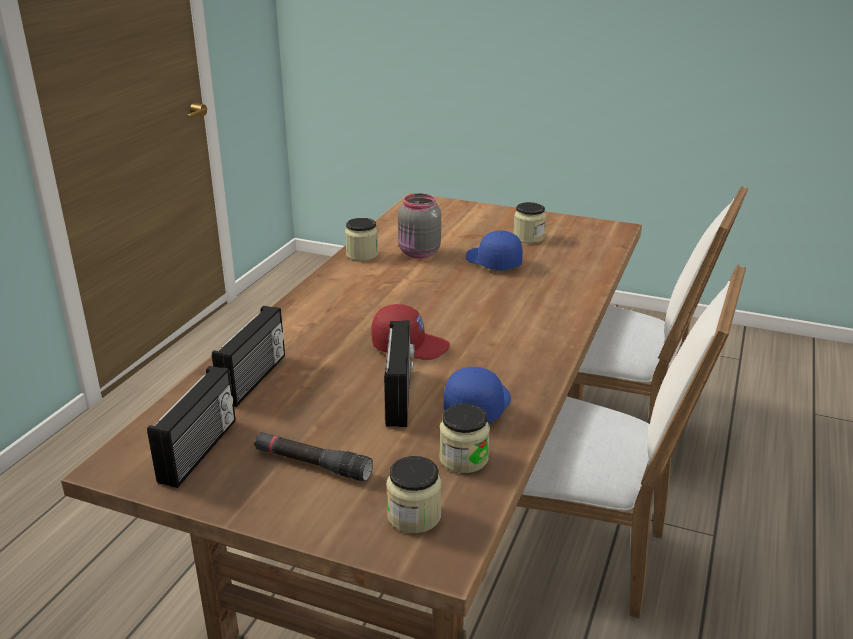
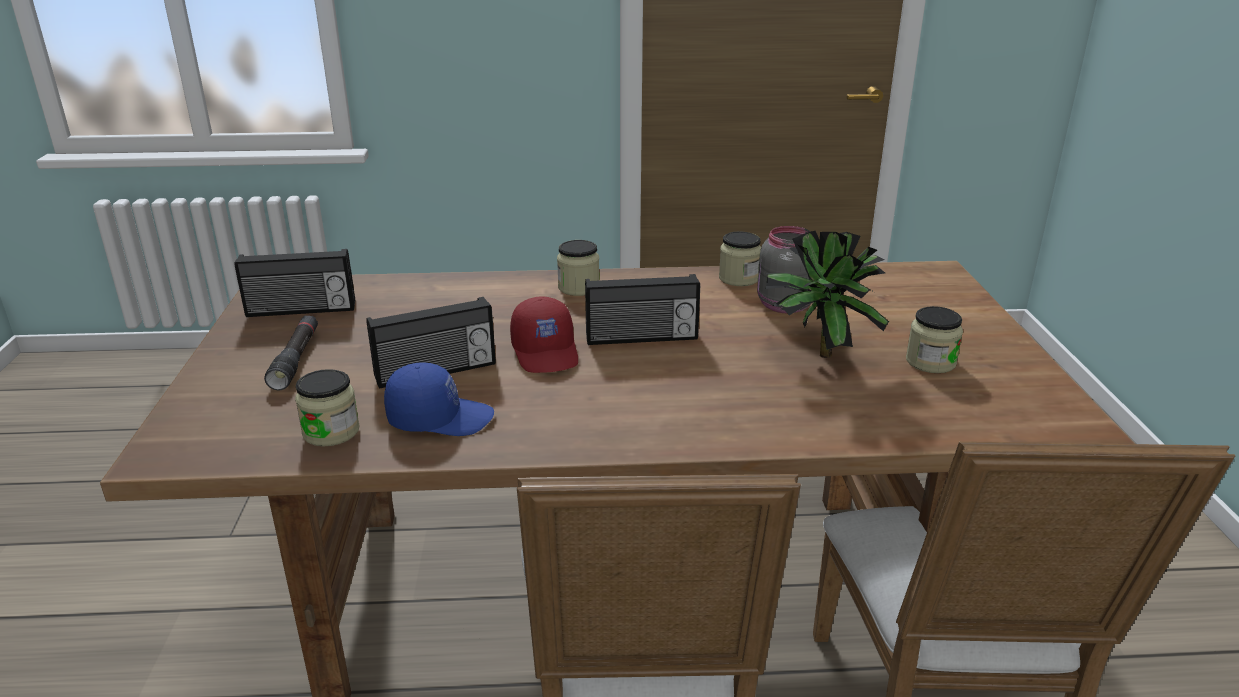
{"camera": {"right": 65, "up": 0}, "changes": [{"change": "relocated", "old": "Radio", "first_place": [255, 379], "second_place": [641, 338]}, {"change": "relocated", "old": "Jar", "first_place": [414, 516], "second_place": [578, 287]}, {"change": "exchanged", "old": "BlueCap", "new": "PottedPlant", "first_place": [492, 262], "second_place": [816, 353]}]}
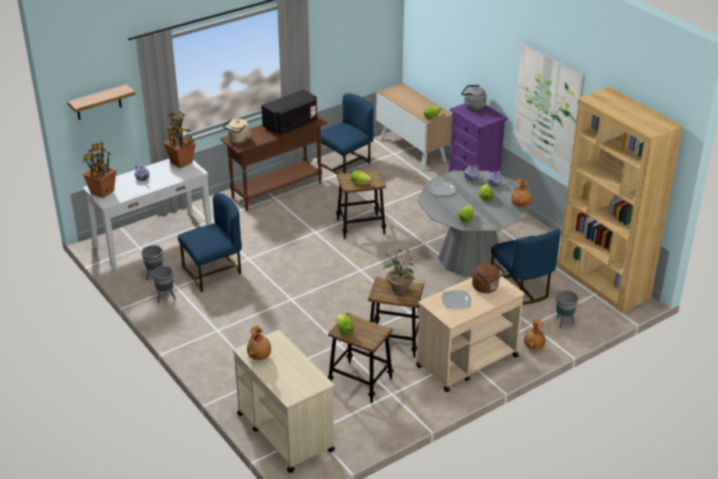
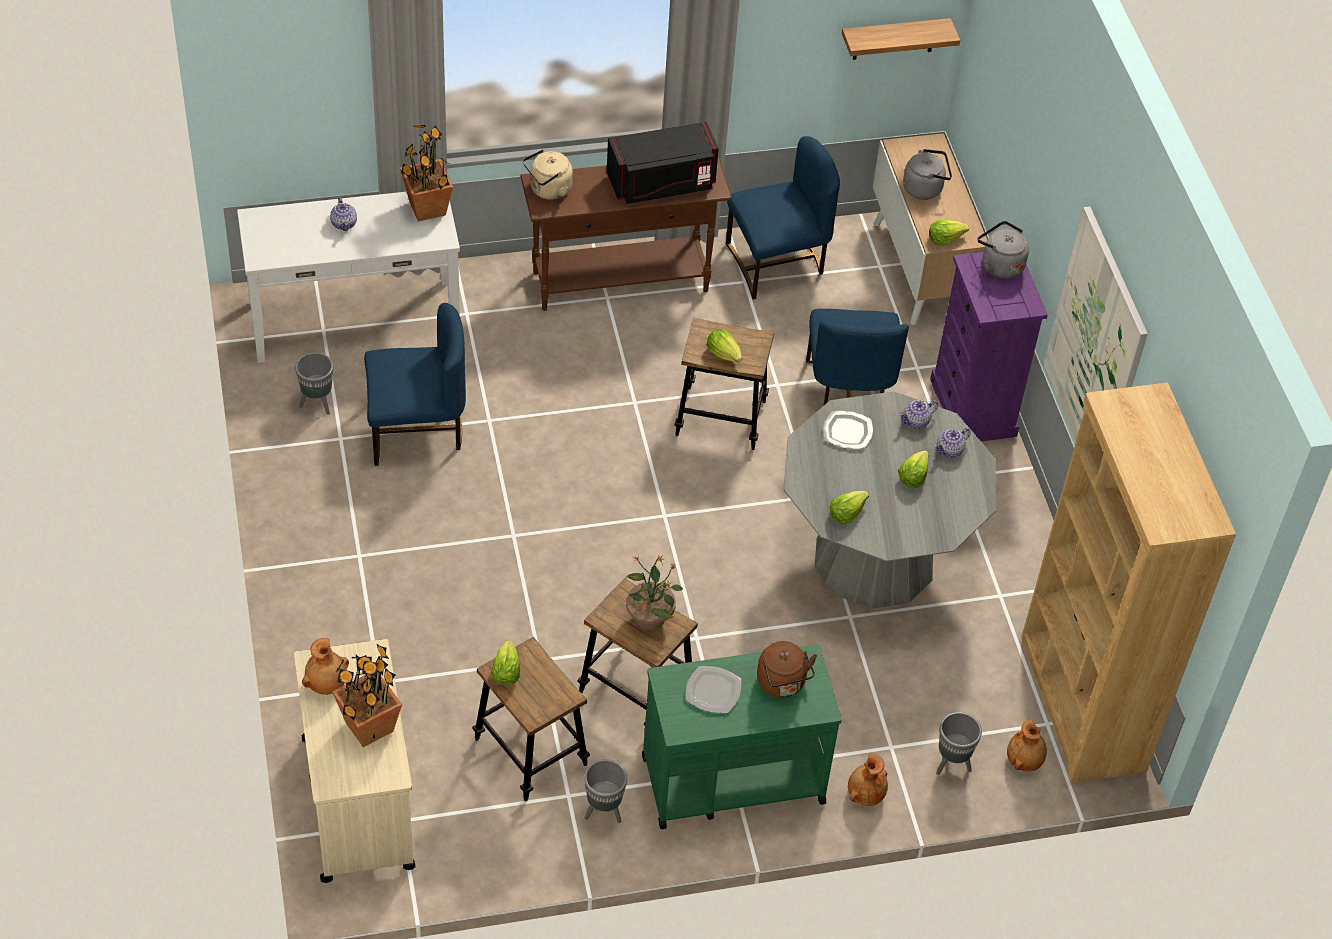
{"camera": {"right": 20, "up": 15}, "changes": [{"change": "relocated", "old": "Shelf", "first_place": [98, 102], "second_place": [894, 39]}, {"change": "relocated", "old": "PottedPlant", "first_place": [102, 192], "second_place": [368, 726]}, {"change": "relocated", "old": "GreyPlanter", "first_place": [165, 298], "second_place": [603, 812]}, {"change": "colour", "old": "BeigeCart", "new": "GreenCart", "first_place": [466, 361], "second_place": [731, 779]}, {"change": "relocated", "old": "BlueChair", "first_place": [521, 288], "second_place": [847, 393]}, {"change": "relocated", "old": "BrownVase", "first_place": [521, 205], "second_place": [1024, 761]}, {"change": "appeared", "new": "GreyKettle", "second_place": [925, 188]}]}
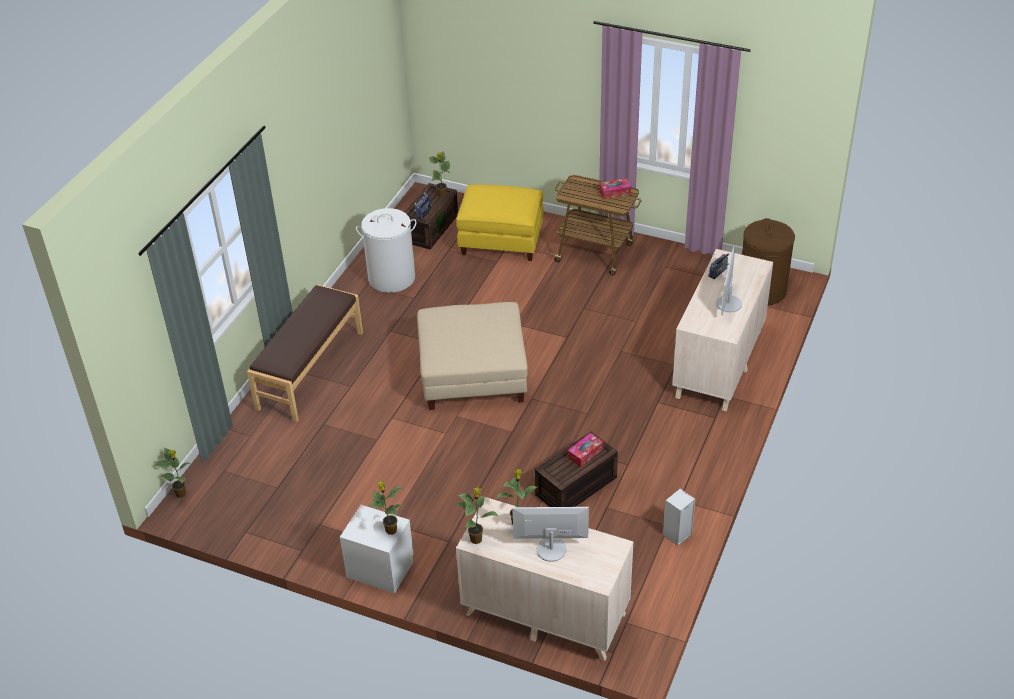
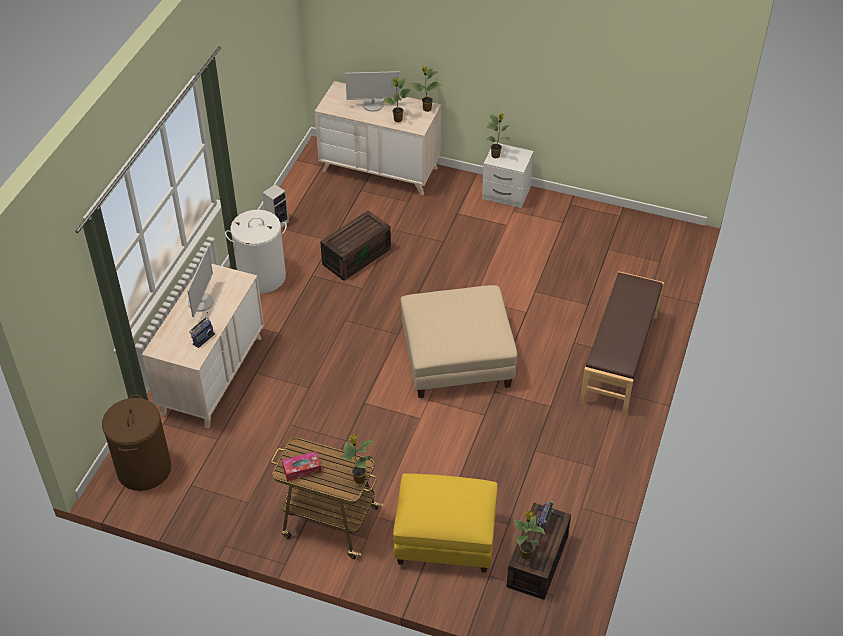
{"camera": {"right": 175, "up": 5}, "changes": [{"change": "relocated", "old": "PottedPlant", "first_place": [181, 494], "second_place": [358, 479]}, {"change": "relocated", "old": "WhiteLaundryBasket", "first_place": [392, 278], "second_place": [262, 277]}, {"change": "missing", "old": "TissueBox", "first_place": [585, 453]}]}
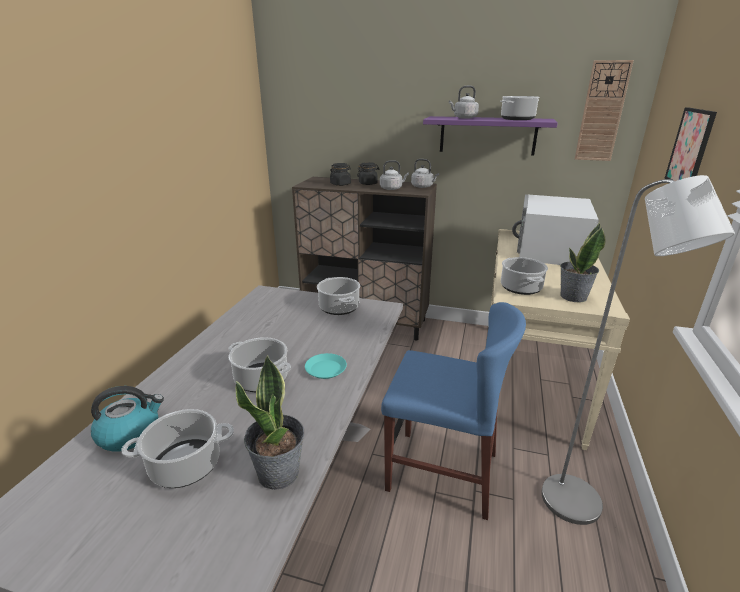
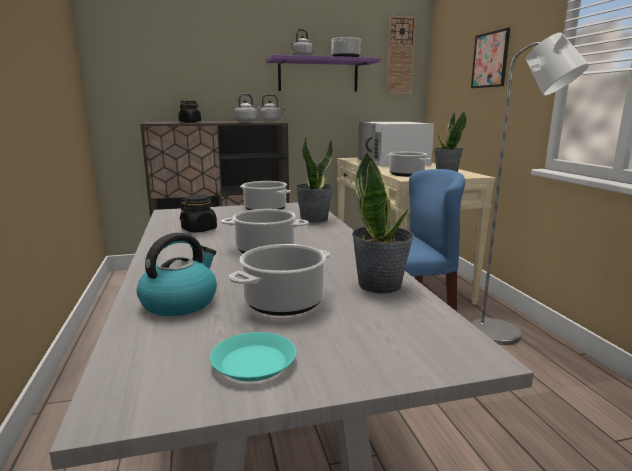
{"camera": {"right": -30, "up": -10}, "changes": [{"change": "relocated", "old": "TurquoisePlate", "first_place": [325, 369], "second_place": [254, 363]}, {"change": "relocated", "old": "BlackJar", "first_place": [368, 183], "second_place": [199, 229]}, {"change": "appeared", "new": "PottedPlant", "second_place": [314, 219]}]}
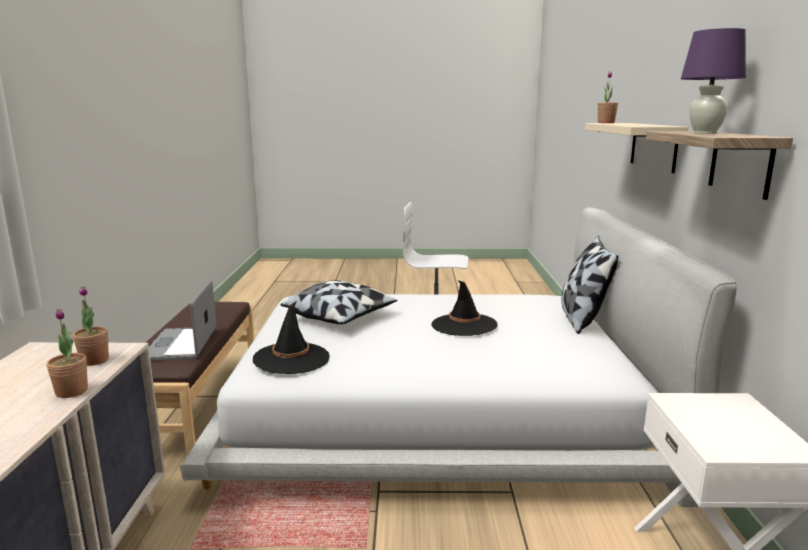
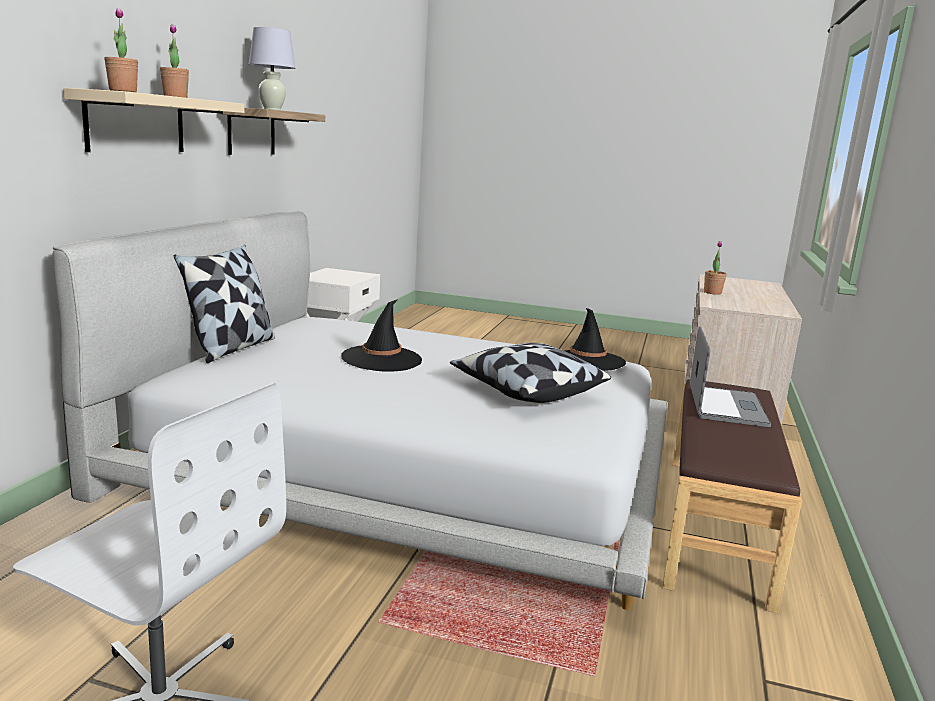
{"camera": {"right": -165, "up": 0}, "changes": [{"change": "relocated", "old": "PottedPlant", "first_place": [94, 360], "second_place": [175, 97]}, {"change": "colour", "old": "PurpleTableLamp", "new": "WhiteTableLamp", "first_place": [705, 133], "second_place": [272, 109]}]}
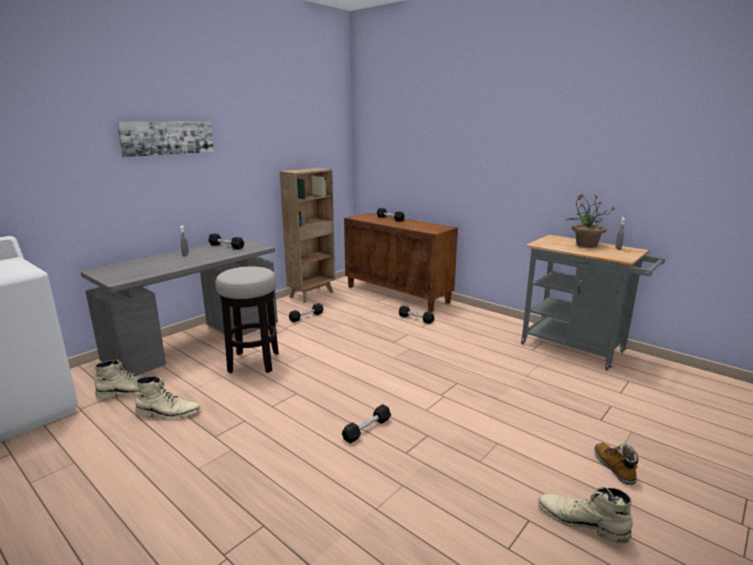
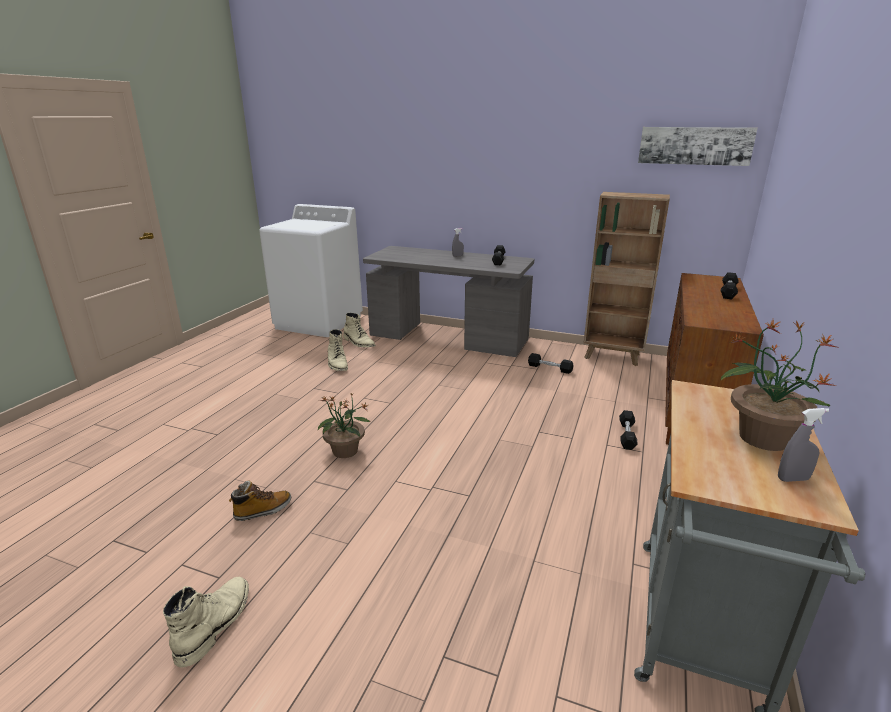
{"camera": {"right": 70, "up": 5}, "changes": [{"change": "relocated", "old": "Picture", "first_place": [167, 138], "second_place": [695, 145]}, {"change": "missing", "old": "Stool", "first_place": [253, 362]}, {"change": "exchanged", "old": "BlackDumbbell", "new": "PottedPlant", "first_place": [367, 429], "second_place": [345, 451]}, {"change": "relocated", "old": "Boot", "first_place": [614, 468], "second_place": [263, 510]}]}
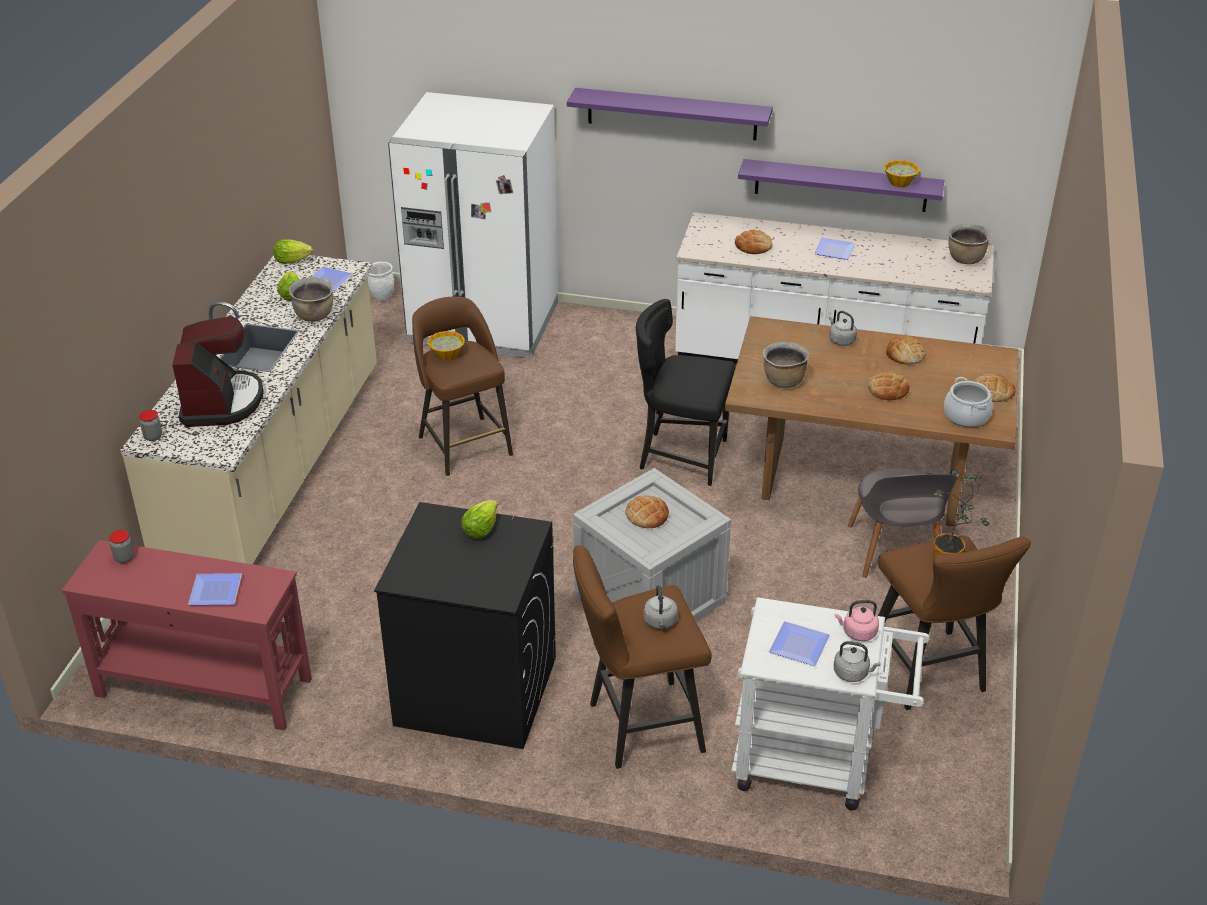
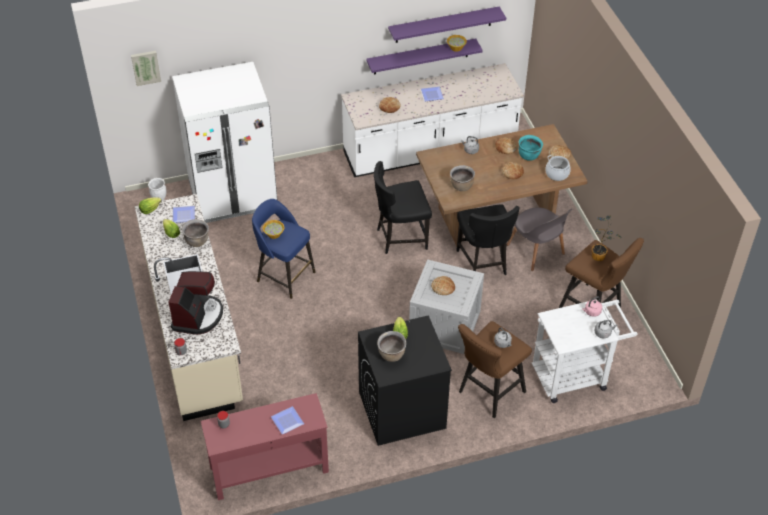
{"camera": {"right": -30, "up": 10}, "changes": [{"change": "spun", "old": "CoffeeMachine", "first_place": [221, 402], "second_place": [197, 316], "degrees": 45}, {"change": "colour", "old": "BrownStool", "new": "BlueStool", "first_place": [464, 444], "second_place": [284, 276]}, {"change": "relocated", "old": "PurpleShelf", "first_place": [672, 114], "second_place": [443, 25]}, {"change": "missing", "old": "Plate", "first_place": [798, 644]}, {"change": "relocated", "old": "BrownCookingPot", "first_place": [965, 259], "second_place": [391, 355]}, {"change": "appeared", "new": "Picture", "second_place": [145, 67]}, {"change": "appeared", "new": "BlackChair", "second_place": [483, 263]}, {"change": "appeared", "new": "TurquoiseCookingPot", "second_place": [529, 156]}]}
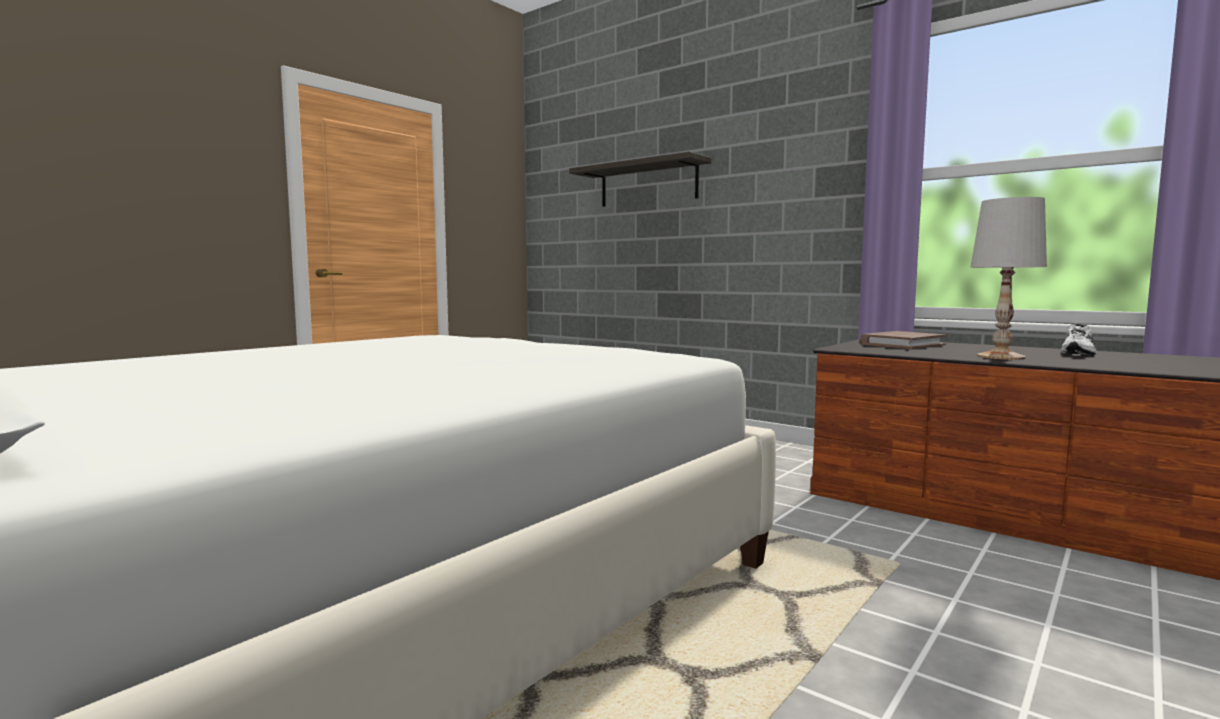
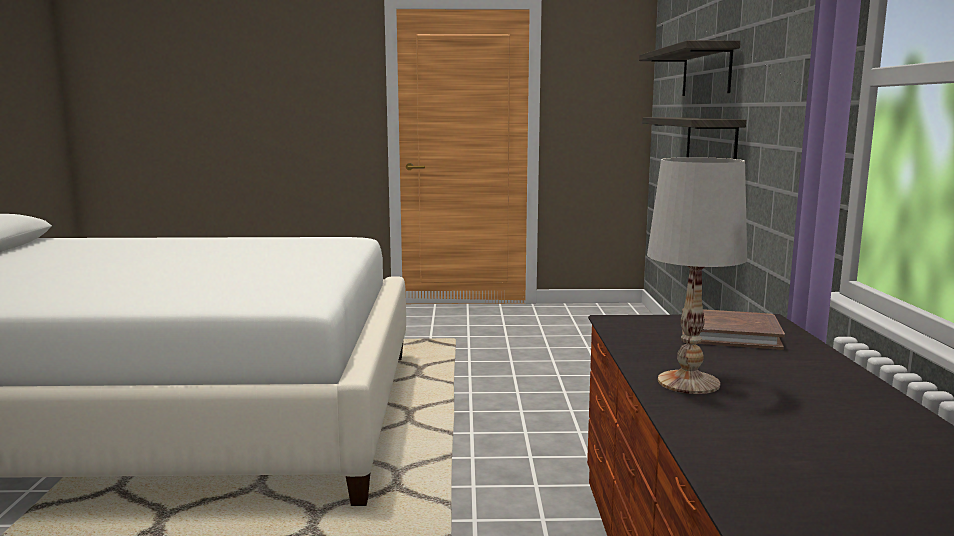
{"camera": {"right": 50, "up": 5}, "changes": [{"change": "missing", "old": "WhiteShoe", "first_place": [1080, 353]}, {"change": "appeared", "new": "Shelf", "second_place": [710, 141]}]}
